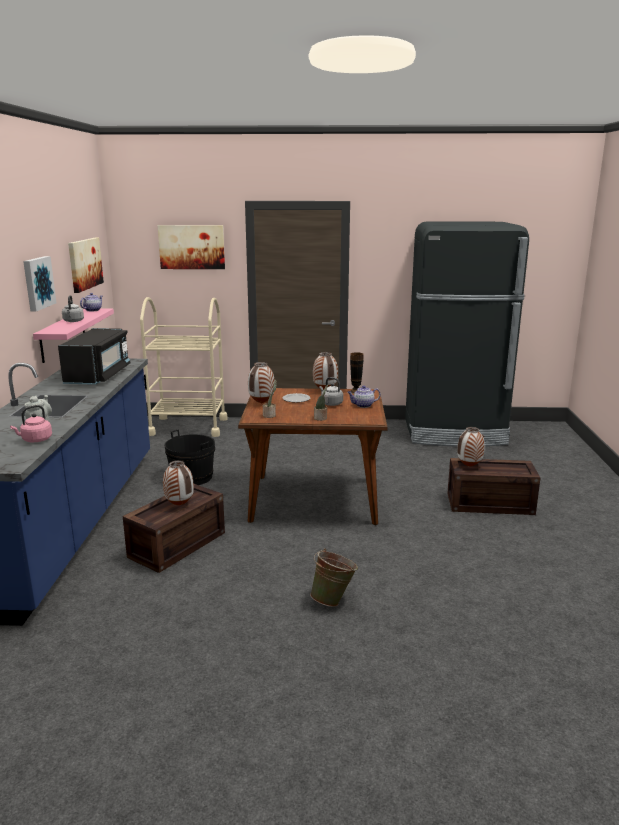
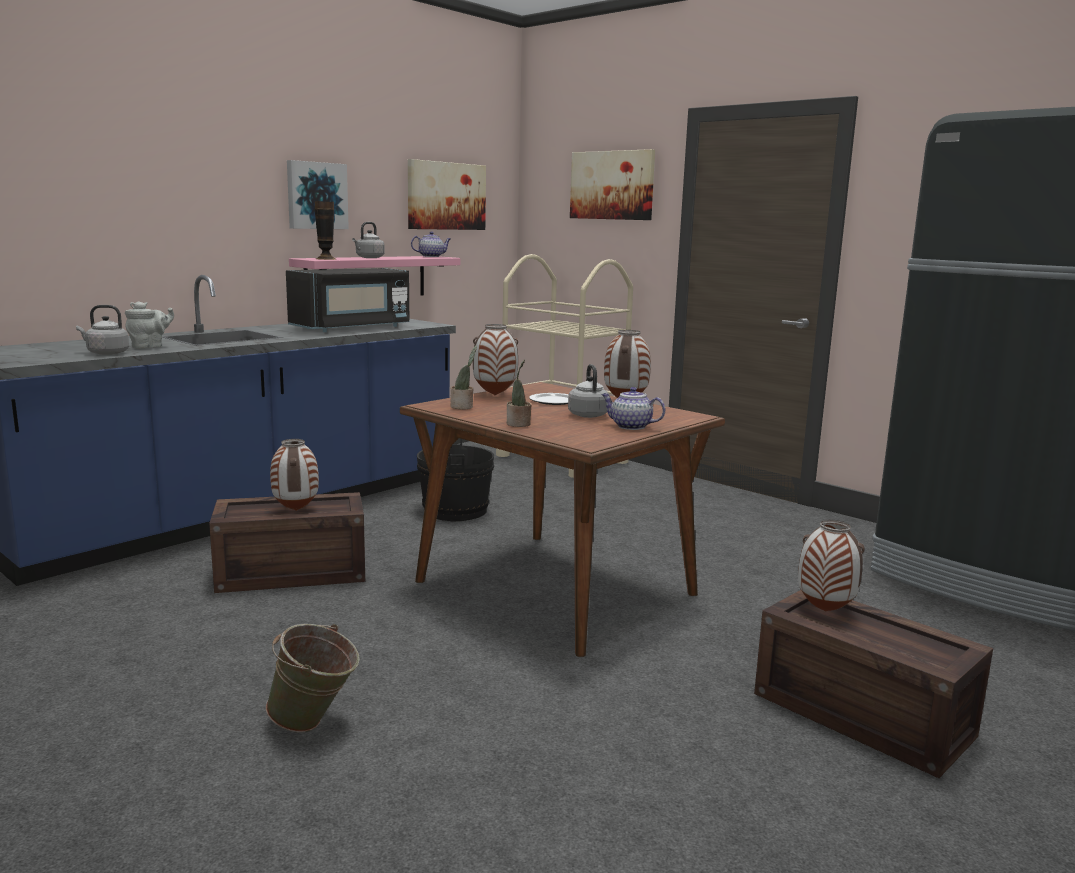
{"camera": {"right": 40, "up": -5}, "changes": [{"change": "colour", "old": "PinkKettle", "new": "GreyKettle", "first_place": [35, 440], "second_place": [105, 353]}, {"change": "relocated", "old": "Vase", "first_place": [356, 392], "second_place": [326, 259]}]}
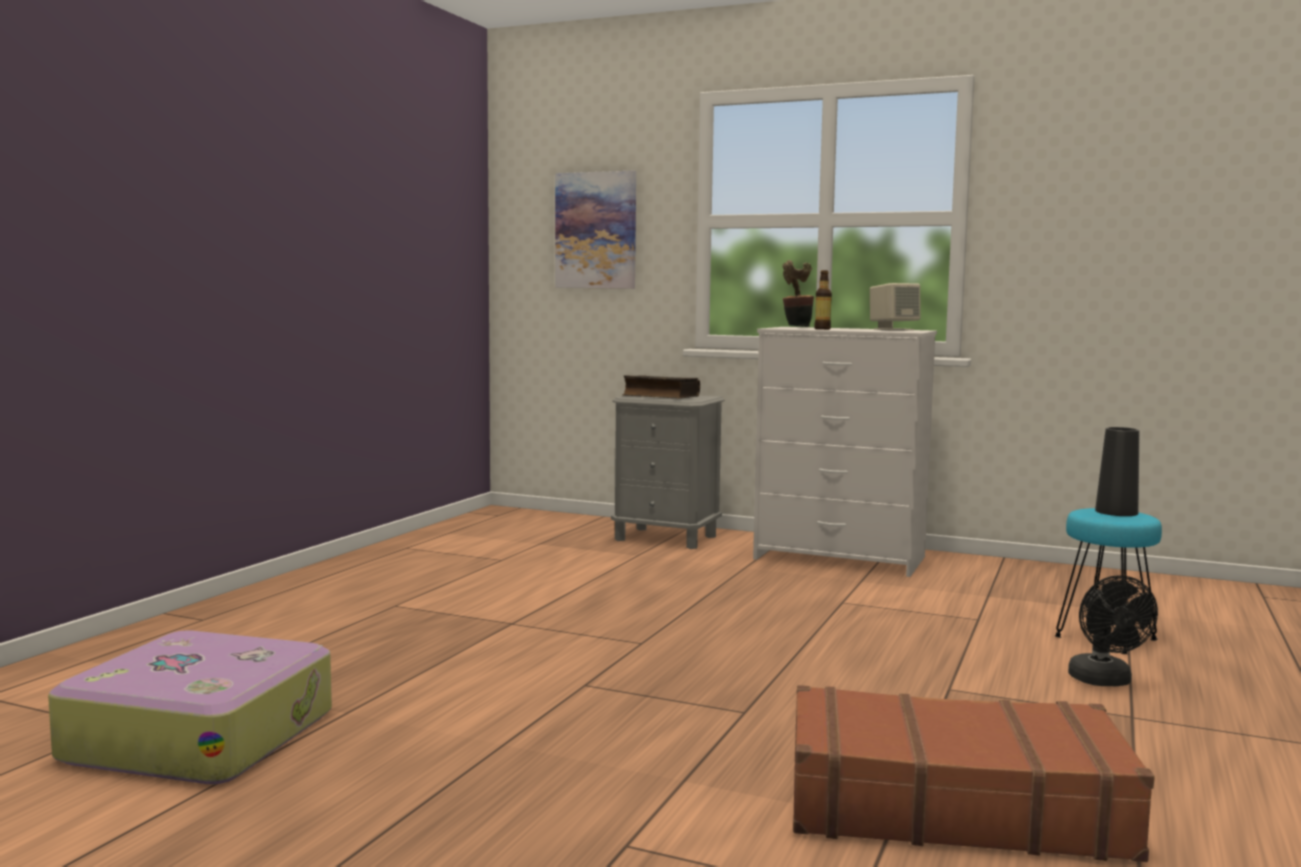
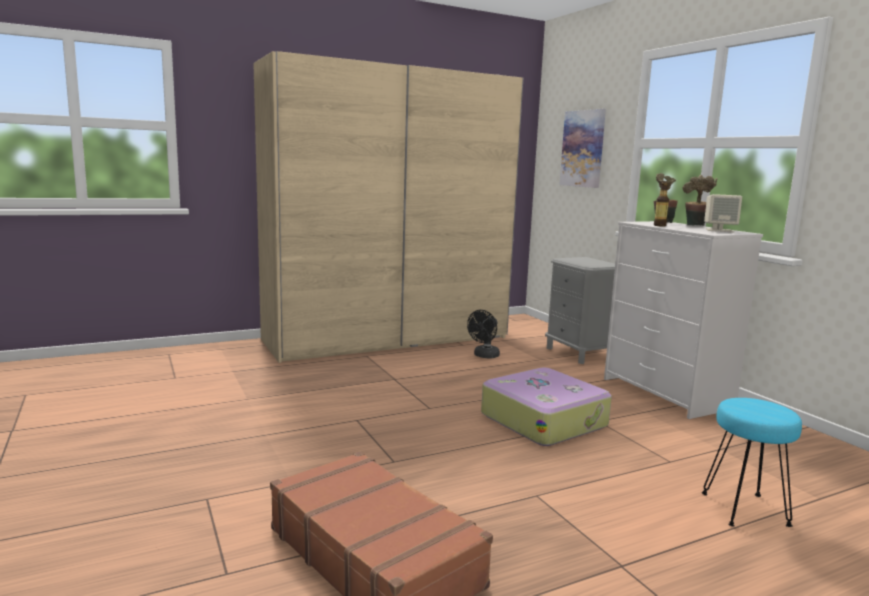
{"camera": {"right": 40, "up": 5}, "changes": [{"change": "relocated", "old": "Suitcase", "first_place": [201, 735], "second_place": [544, 420]}, {"change": "missing", "old": "Book", "first_place": [660, 396]}, {"change": "relocated", "old": "BlackFan", "first_place": [1104, 681], "second_place": [484, 356]}, {"change": "missing", "old": "BlackVase", "first_place": [1116, 512]}, {"change": "appeared", "new": "BeigeWardrobe", "second_place": [387, 338]}, {"change": "appeared", "new": "PottedPlant", "second_place": [695, 226]}]}
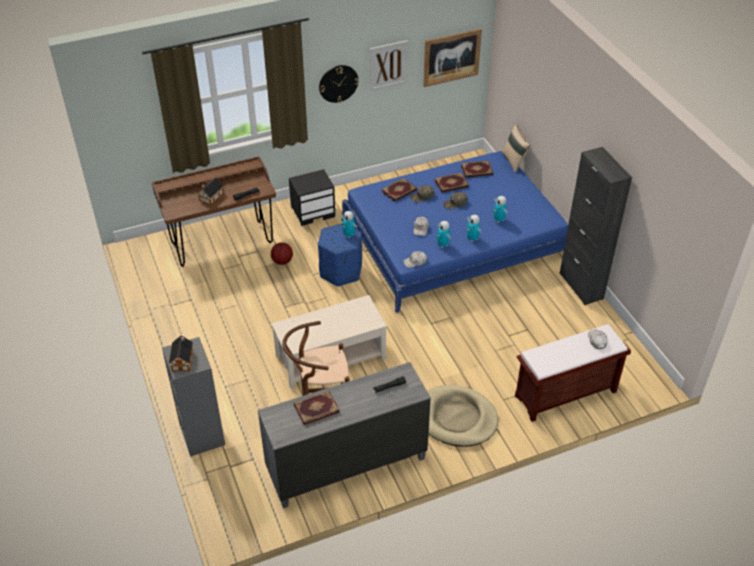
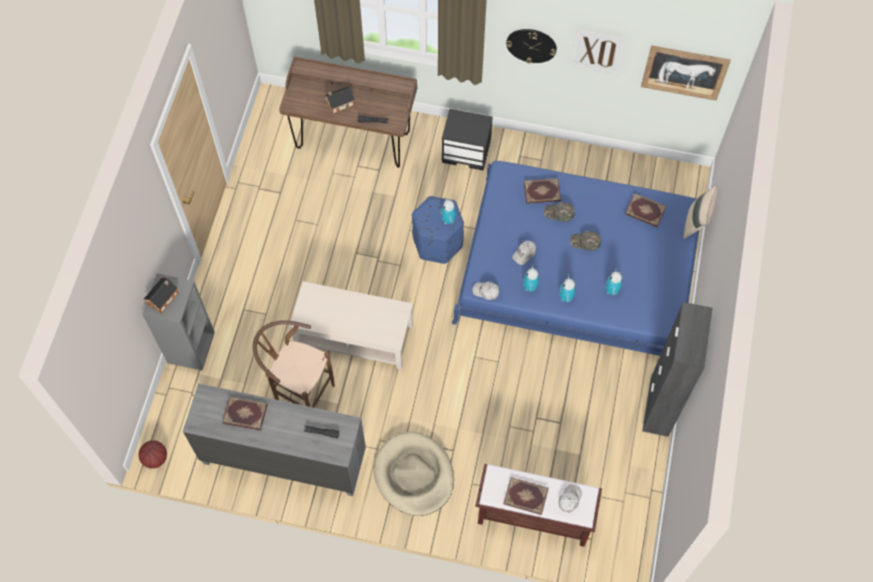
{"camera": {"right": 35, "up": 20}, "changes": [{"change": "relocated", "old": "Basketball", "first_place": [282, 261], "second_place": [155, 458]}, {"change": "relocated", "old": "Book", "first_place": [451, 184], "second_place": [525, 497]}]}
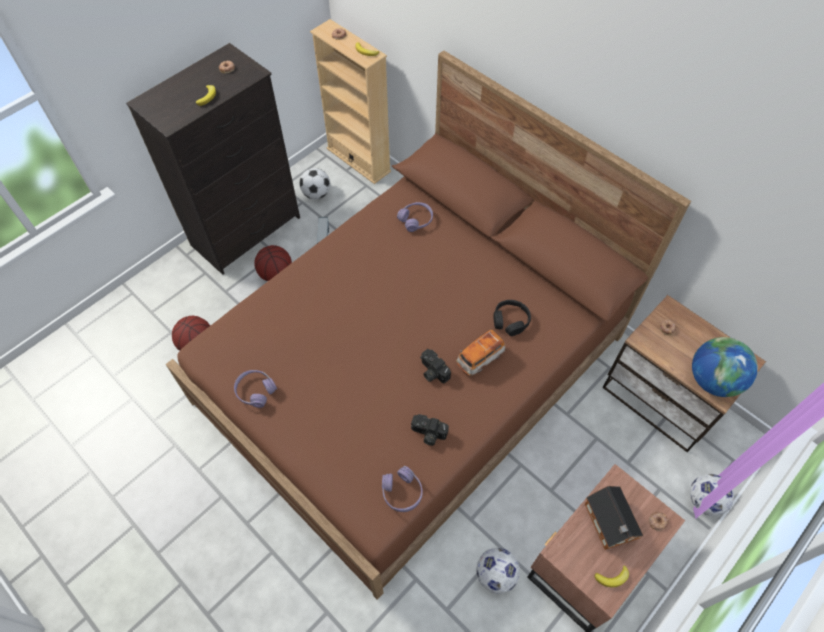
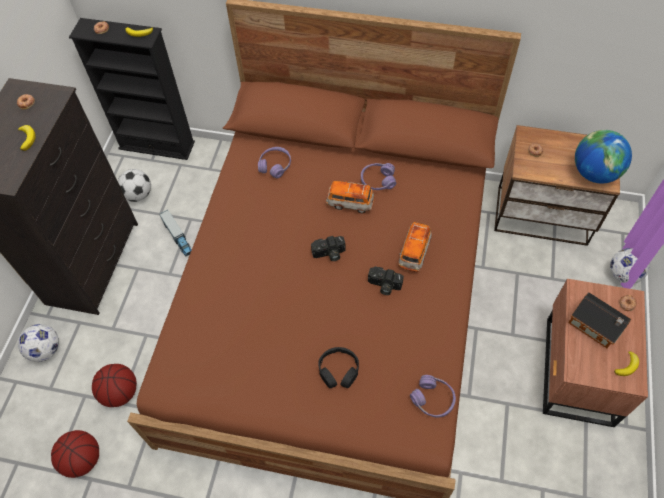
{"camera": {"right": -30, "up": 0}, "changes": [{"change": "relocated", "old": "PurpleHeadphones", "first_place": [255, 391], "second_place": [377, 180]}, {"change": "relocated", "old": "Basketball", "first_place": [276, 274], "second_place": [82, 459]}, {"change": "colour", "old": "BeigeBookcase", "new": "BlackBookcase", "first_place": [358, 160], "second_place": [157, 145]}, {"change": "relocated", "old": "PhotoCamera", "first_place": [428, 434], "second_place": [329, 254]}, {"change": "relocated", "old": "Football", "first_place": [495, 574], "second_place": [45, 350]}, {"change": "relocated", "old": "BlackHeadphones", "first_place": [510, 321], "second_place": [338, 370]}, {"change": "appeared", "new": "ToyCar", "second_place": [350, 203]}]}
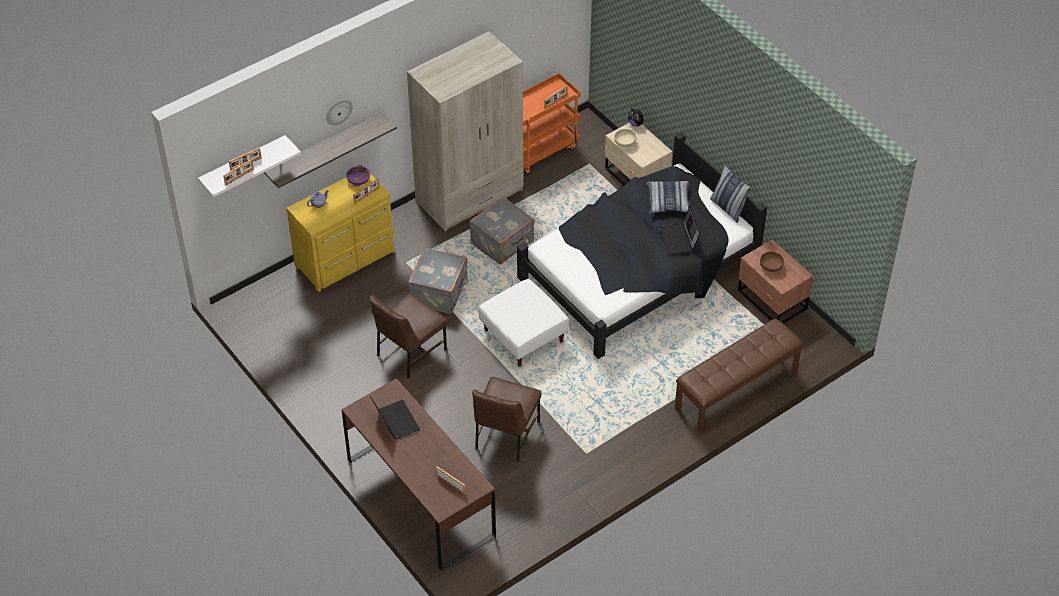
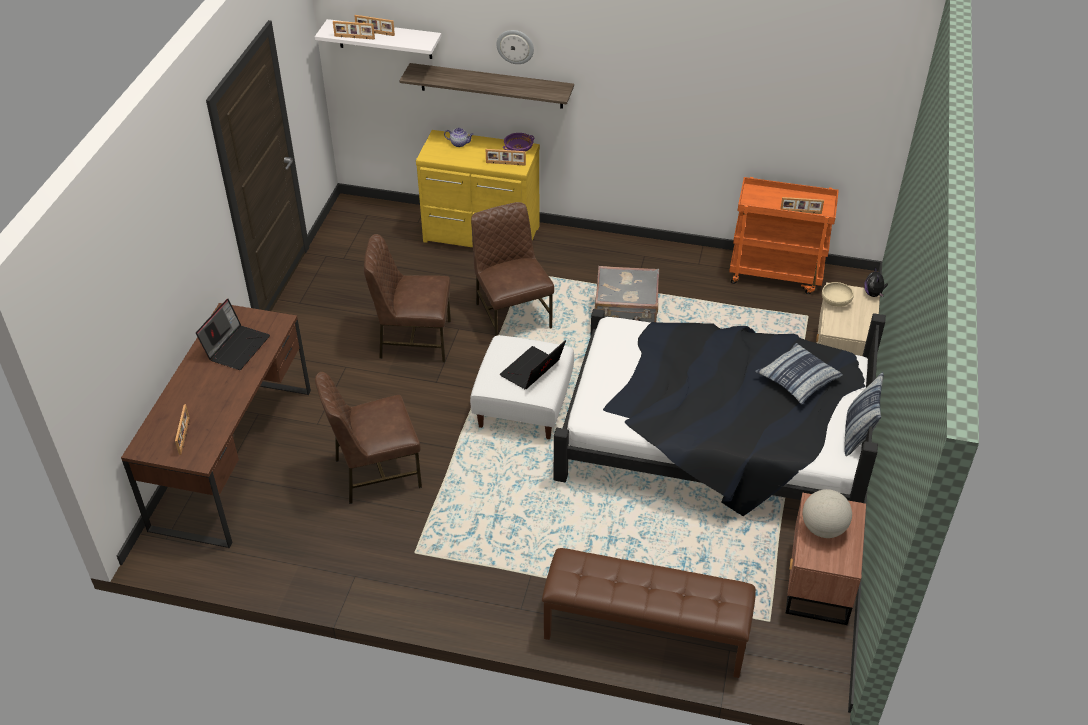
{"camera": {"right": 50, "up": -5}, "changes": [{"change": "missing", "old": "BeigeWardrobe", "first_place": [470, 196]}, {"change": "exchanged", "old": "GreySuitcase", "new": "BrownChair", "first_place": [440, 292], "second_place": [512, 315]}, {"change": "relocated", "old": "Laptop", "first_place": [679, 239], "second_place": [532, 371]}, {"change": "exchanged", "old": "BrownBowl", "new": "Globe", "first_place": [771, 266], "second_place": [823, 528]}]}
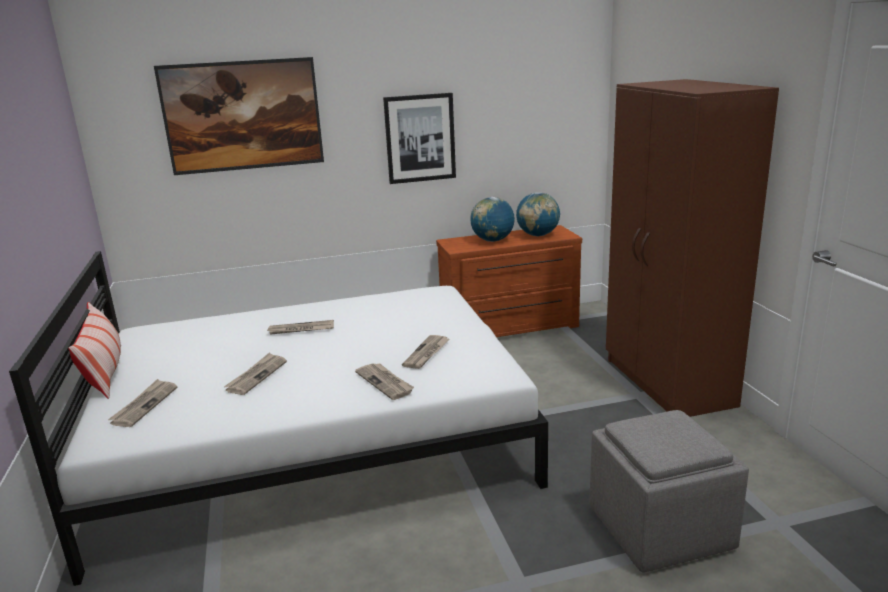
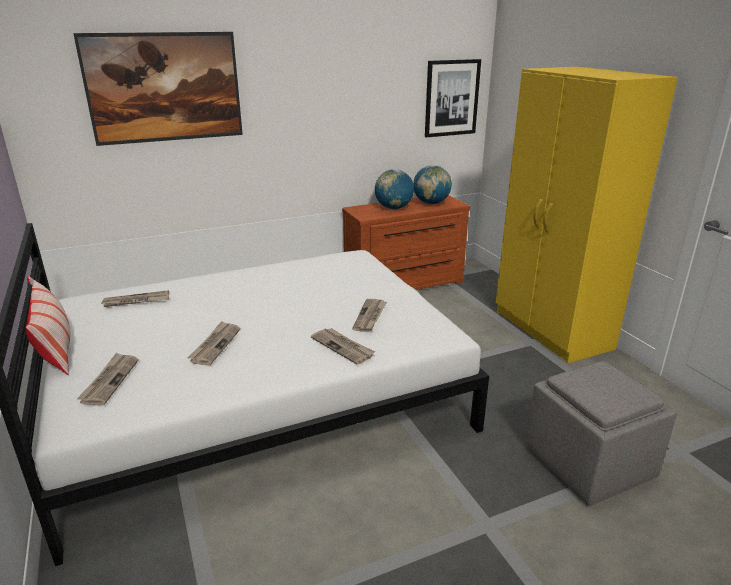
{"camera": {"right": -10, "up": 5}, "changes": [{"change": "relocated", "old": "Newspaper", "first_place": [301, 329], "second_place": [136, 301]}, {"change": "relocated", "old": "Picture", "first_place": [420, 138], "second_place": [451, 98]}, {"change": "colour", "old": "BrownWardrobe", "new": "YellowWardrobe", "first_place": [667, 383], "second_place": [552, 330]}]}
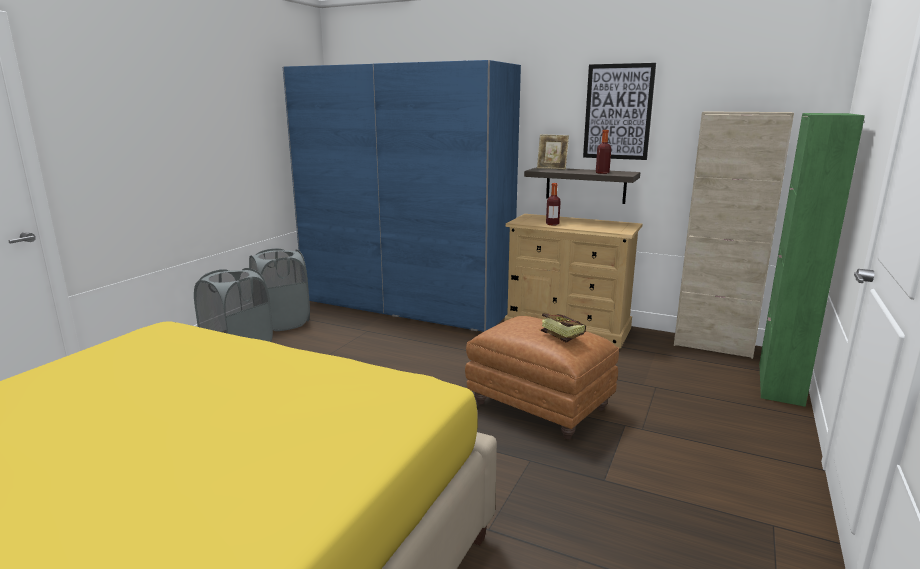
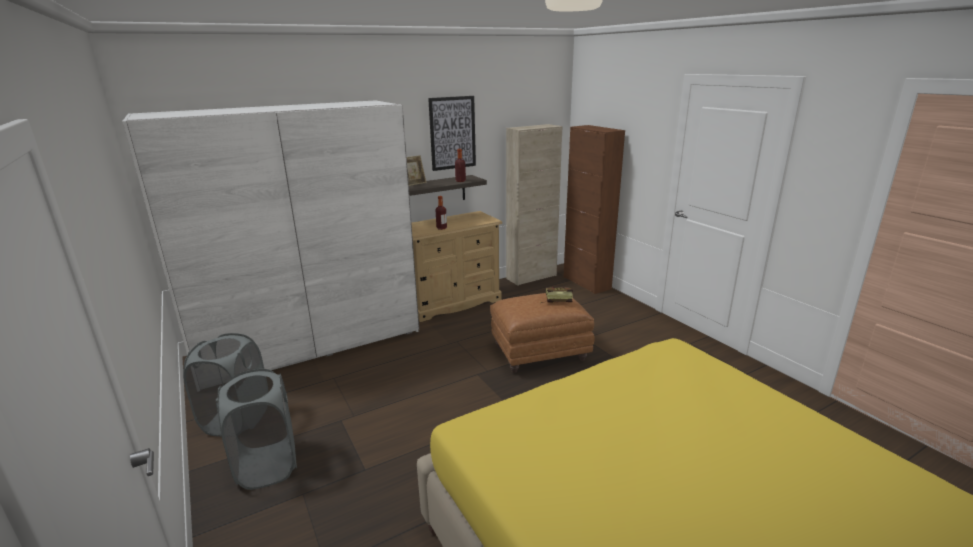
{"camera": {"right": -55, "up": 5}, "changes": [{"change": "colour", "old": "BlueWardrobe", "new": "WhiteWardrobe", "first_place": [406, 305], "second_place": [311, 343]}, {"change": "colour", "old": "GreenCabinet", "new": "BrownCabinet", "first_place": [780, 383], "second_place": [586, 283]}]}
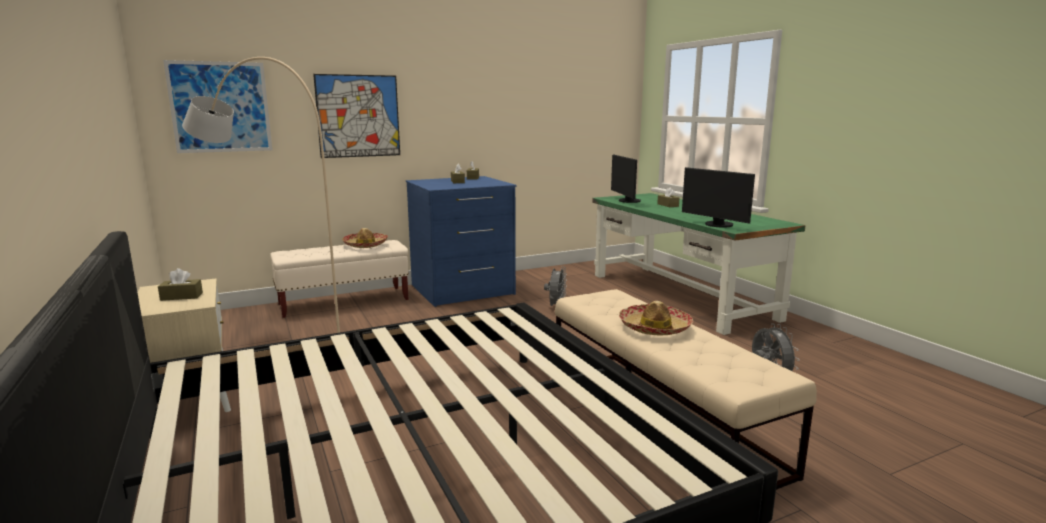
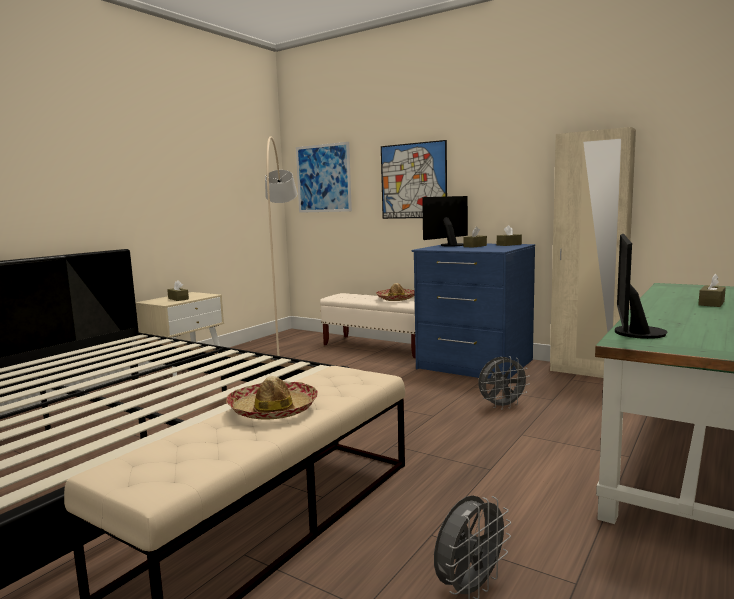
{"camera": {"right": 60, "up": -5}, "changes": [{"change": "relocated", "old": "Monitor", "first_place": [627, 201], "second_place": [450, 245]}, {"change": "appeared", "new": "BeigeWardrobe", "second_place": [586, 372]}]}
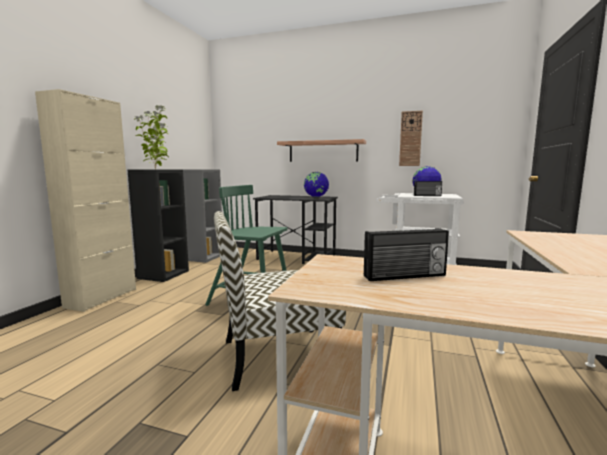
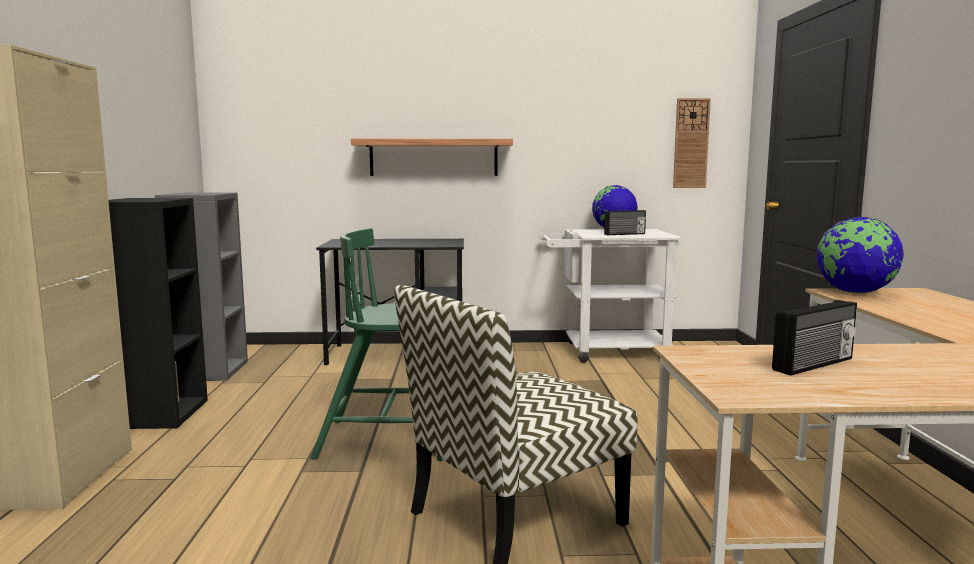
{"camera": {"right": -20, "up": 0}, "changes": [{"change": "missing", "old": "PottedPlant", "first_place": [156, 169]}, {"change": "relocated", "old": "Globe", "first_place": [316, 197], "second_place": [855, 293]}, {"change": "relocated", "old": "WallClock", "first_place": [410, 138], "second_place": [691, 143]}]}
